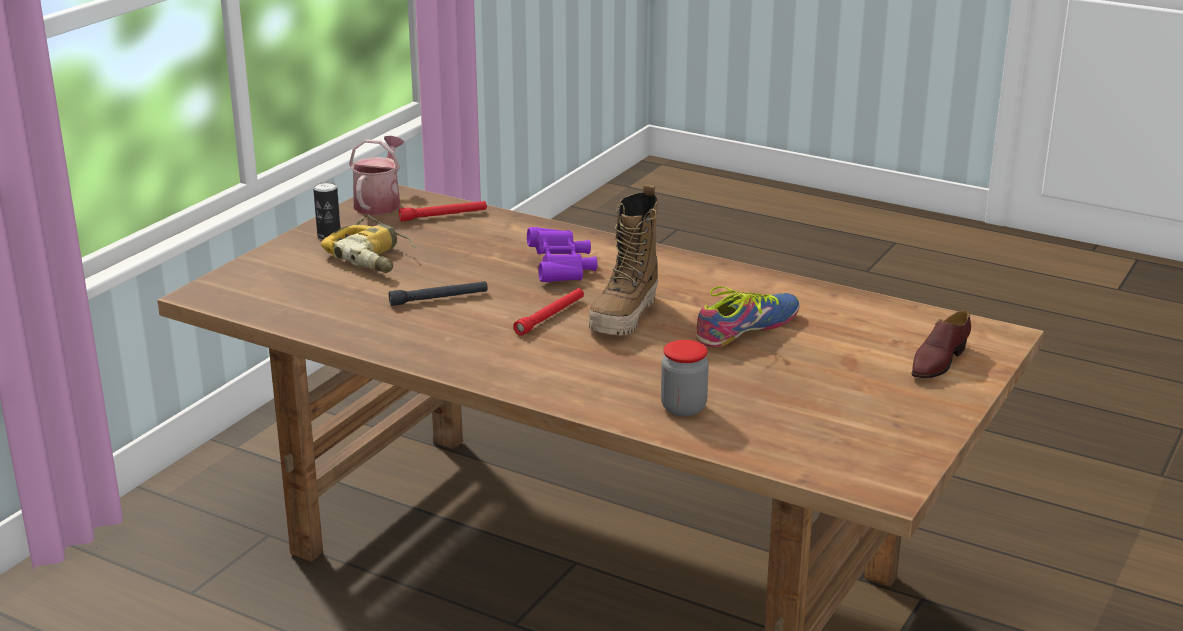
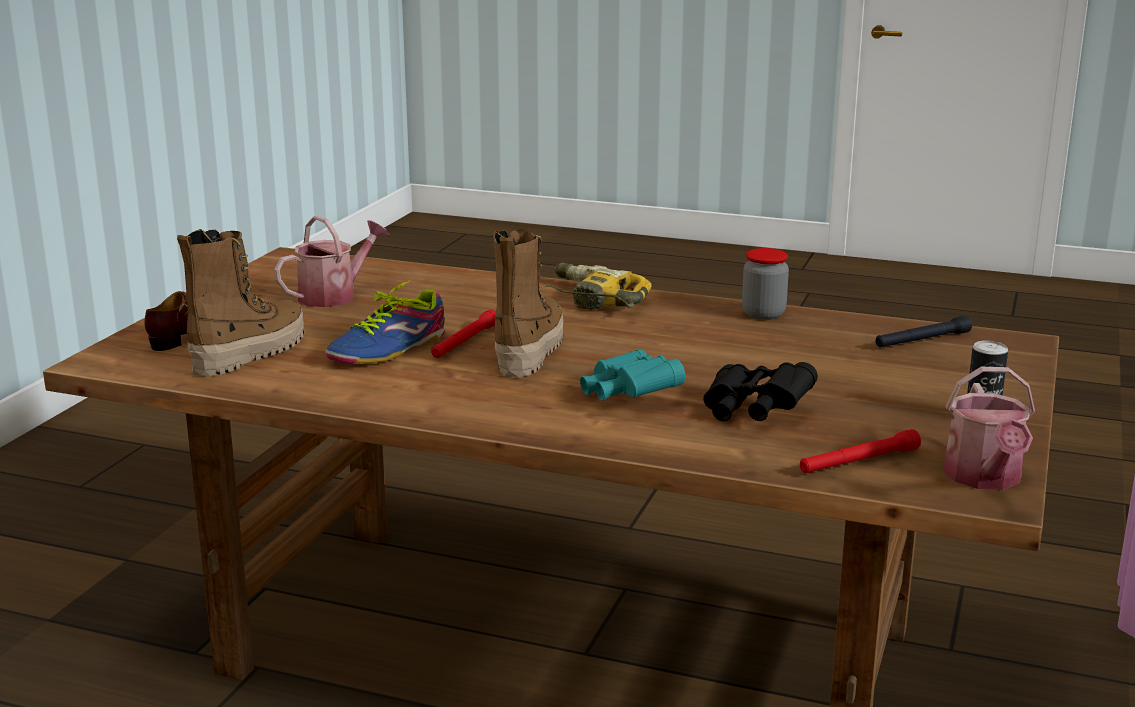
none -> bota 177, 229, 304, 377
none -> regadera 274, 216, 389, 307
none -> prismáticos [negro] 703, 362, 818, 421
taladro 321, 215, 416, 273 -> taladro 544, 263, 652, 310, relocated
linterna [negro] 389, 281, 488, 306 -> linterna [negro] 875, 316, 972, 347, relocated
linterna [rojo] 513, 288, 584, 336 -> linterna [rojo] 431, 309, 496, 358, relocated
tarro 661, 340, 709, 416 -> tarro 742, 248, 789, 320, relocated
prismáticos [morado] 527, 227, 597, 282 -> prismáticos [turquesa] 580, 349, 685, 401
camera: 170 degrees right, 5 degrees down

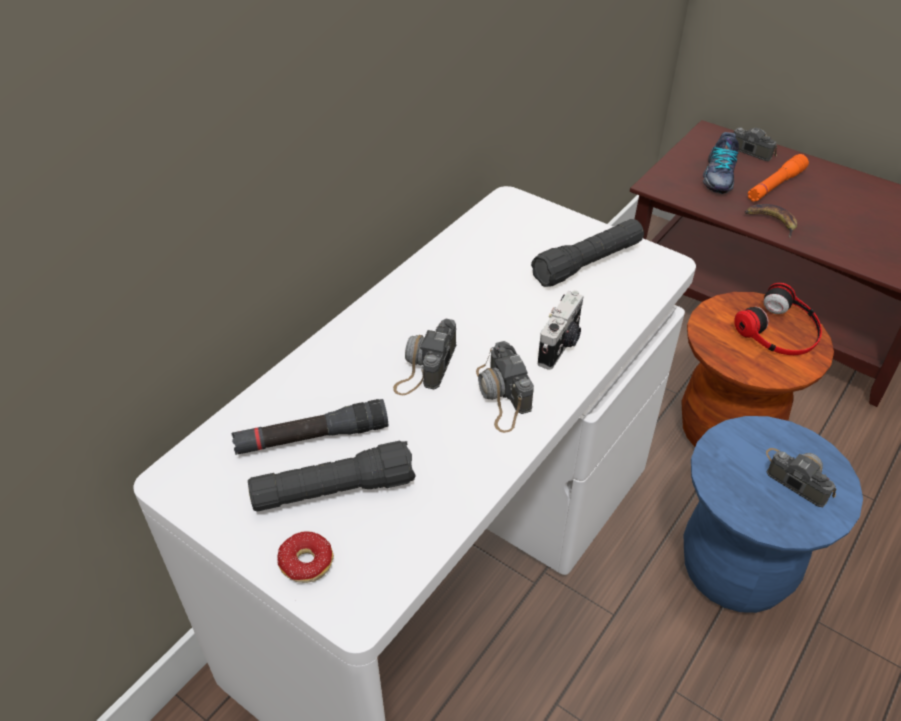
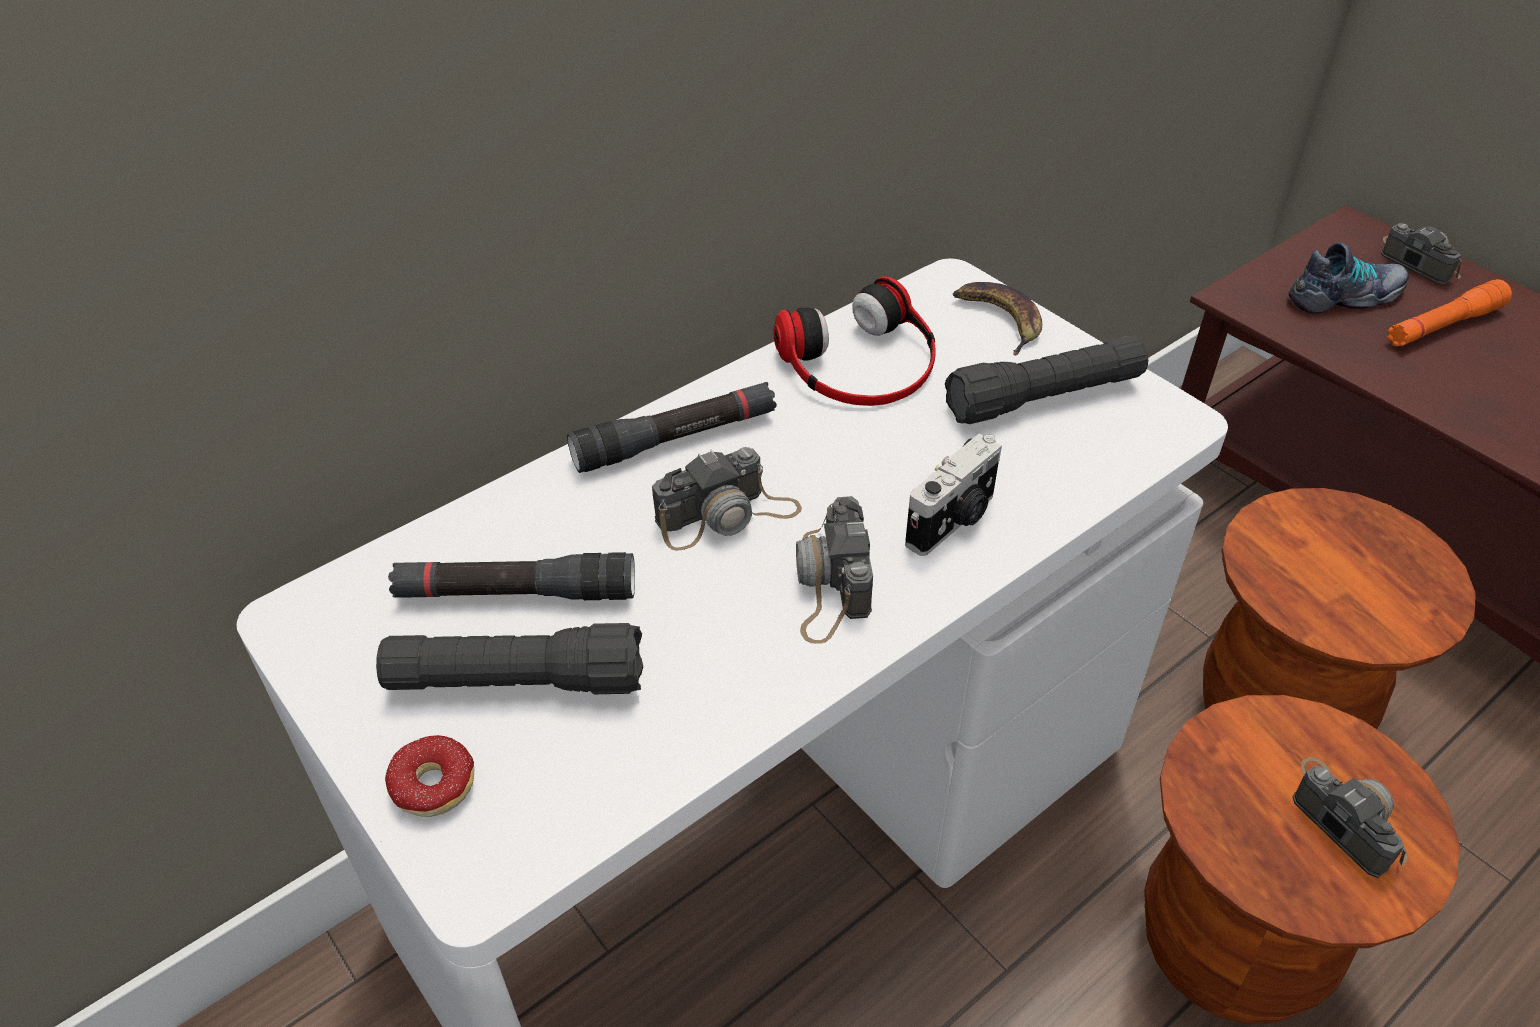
none -> linterna [negro] 567, 382, 777, 473
auriculares 734, 283, 822, 355 -> auriculares 773, 276, 936, 406, relocated
plátano 745, 204, 797, 238 -> plátano 953, 282, 1042, 355, relocated
taburete [azul] 684, 416, 863, 613 -> taburete [marrón] 1144, 695, 1459, 1024
cámara 393, 319, 456, 395 -> cámara 652, 447, 802, 551, 150 degrees counterclockwise
zapato 703, 132, 739, 194 -> zapato 1288, 242, 1409, 314, 135 degrees counterclockwise
camera: 15 degrees right, 0 degrees up

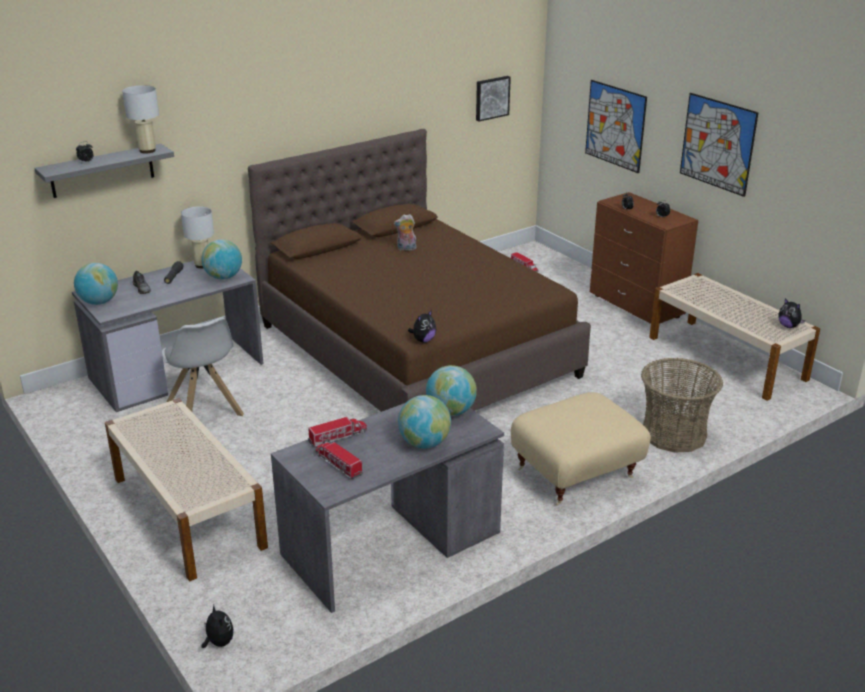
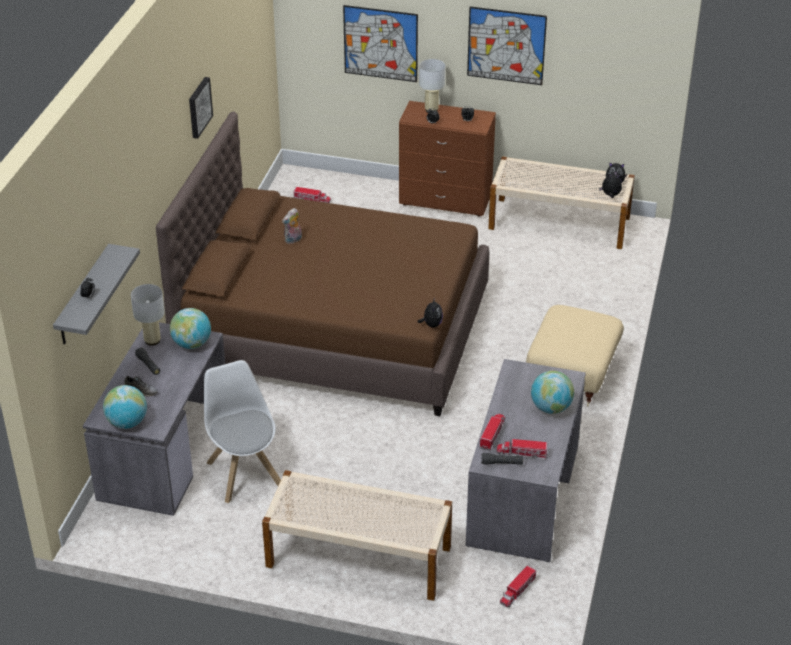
globo terráqueo 426, 365, 477, 416 -> none
cesta 641, 358, 723, 453 -> none
none -> linterna [negro] 481, 453, 523, 465
none -> camión de juguete 500, 565, 536, 607
lámpara de mesa [blanco] 122, 85, 159, 153 -> lámpara de mesa [blanco] 419, 59, 445, 113, relocated
peluche 202, 605, 234, 648 -> peluche 599, 172, 622, 198, relocated
cuadro 476, 76, 511, 122 -> cuadro 189, 77, 213, 139, relocated
silla 162, 317, 244, 431 -> silla 204, 360, 281, 504, 135 degrees counterclockwise
camera: 40 degrees left, 10 degrees up

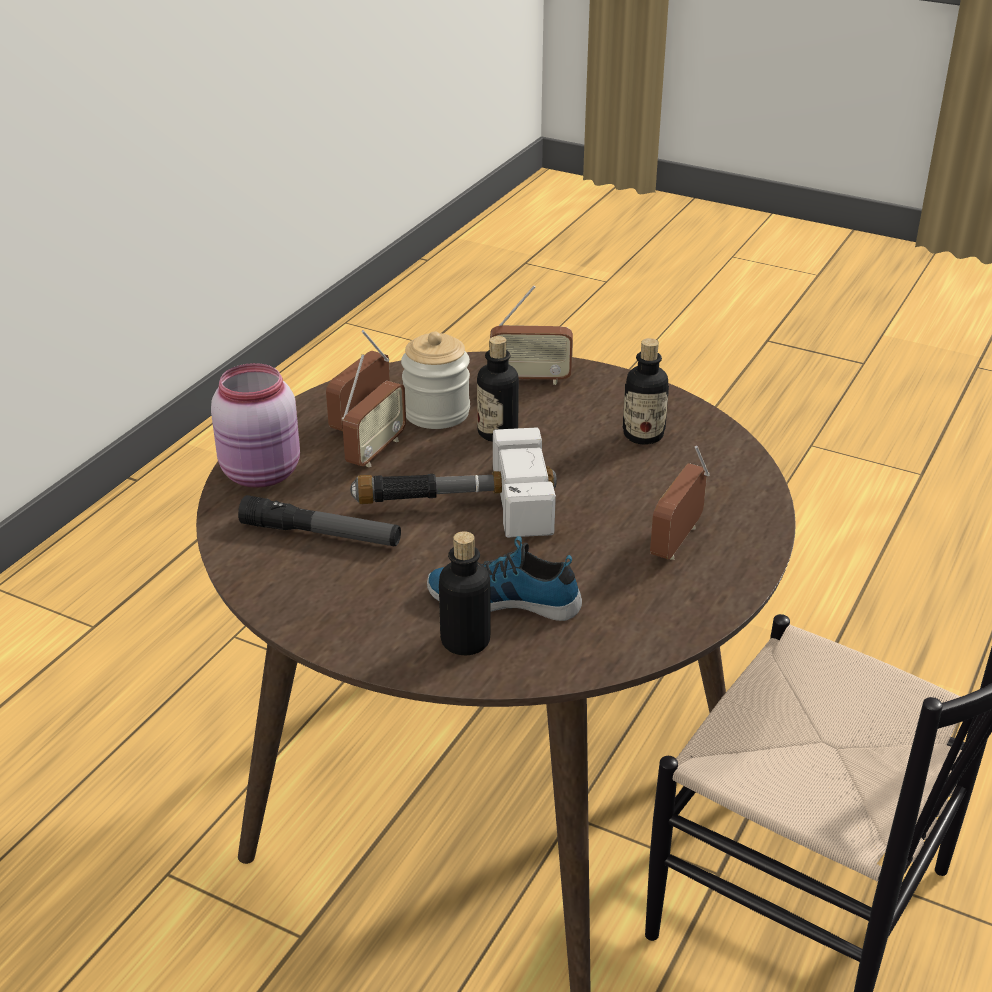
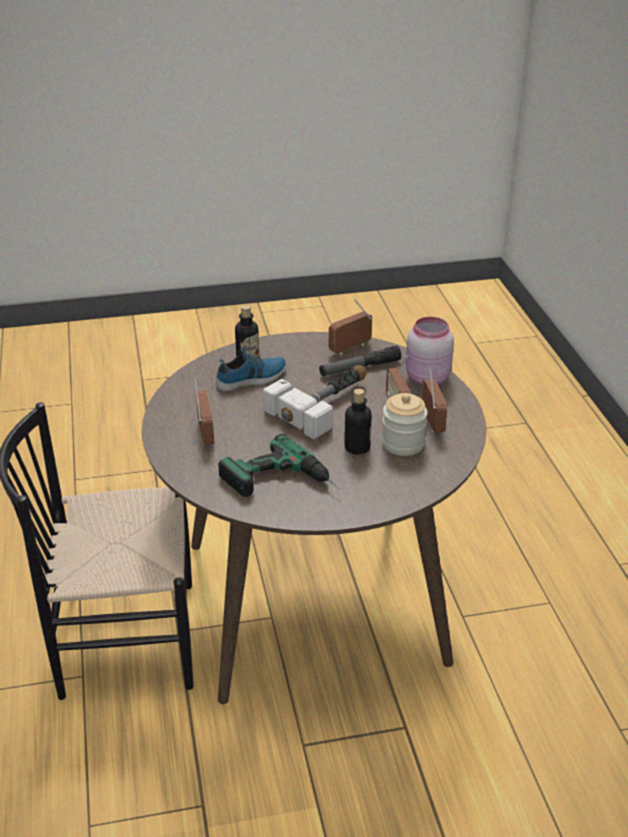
radio 490, 286, 573, 385 -> radio 329, 299, 372, 355, relocated
botella 622, 338, 669, 445 -> taladro 218, 434, 340, 497
camera: 140 degrees right, 0 degrees up

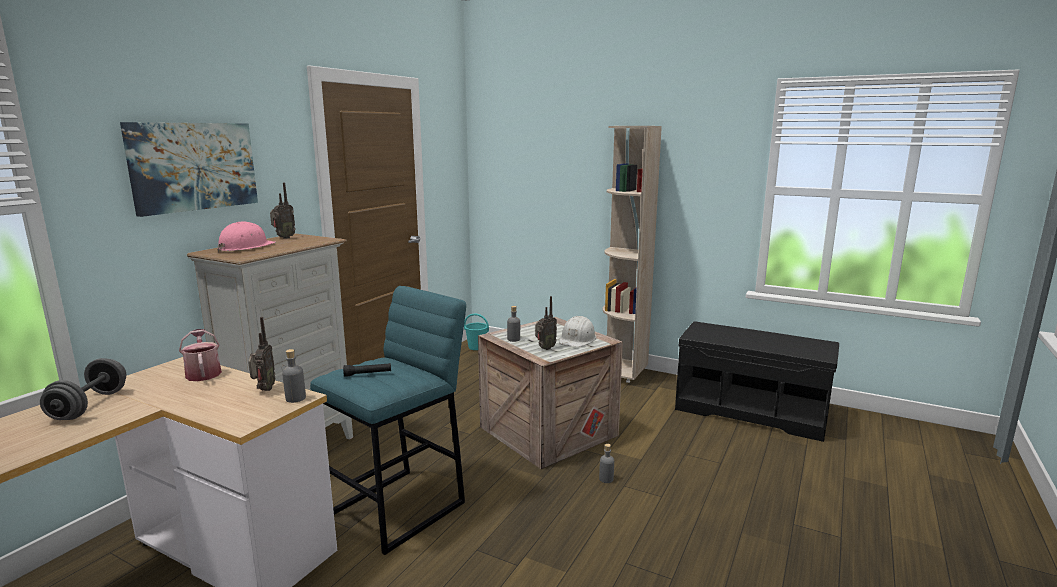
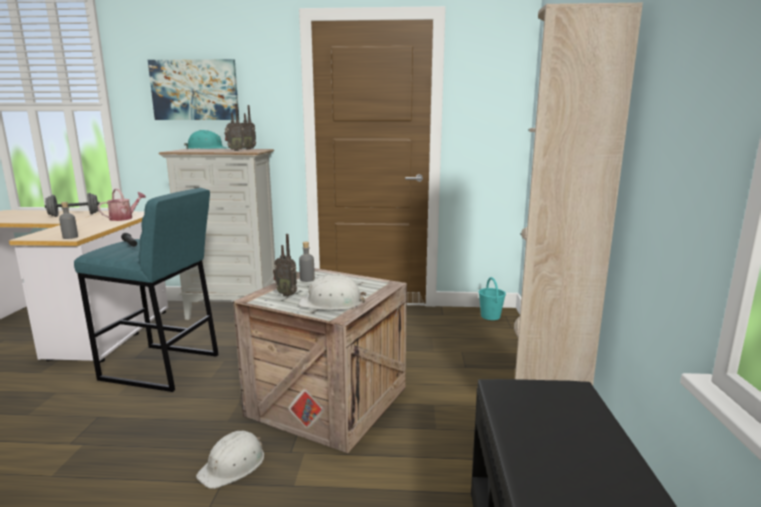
radio 248, 317, 275, 391 -> radio 224, 104, 245, 151, relocated
botella [gris] 599, 444, 614, 483 -> casco [blanco] 196, 431, 264, 489
casco [rosa] 217, 221, 276, 252 -> casco [turquesa] 184, 130, 228, 149
camera: 65 degrees right, 0 degrees up

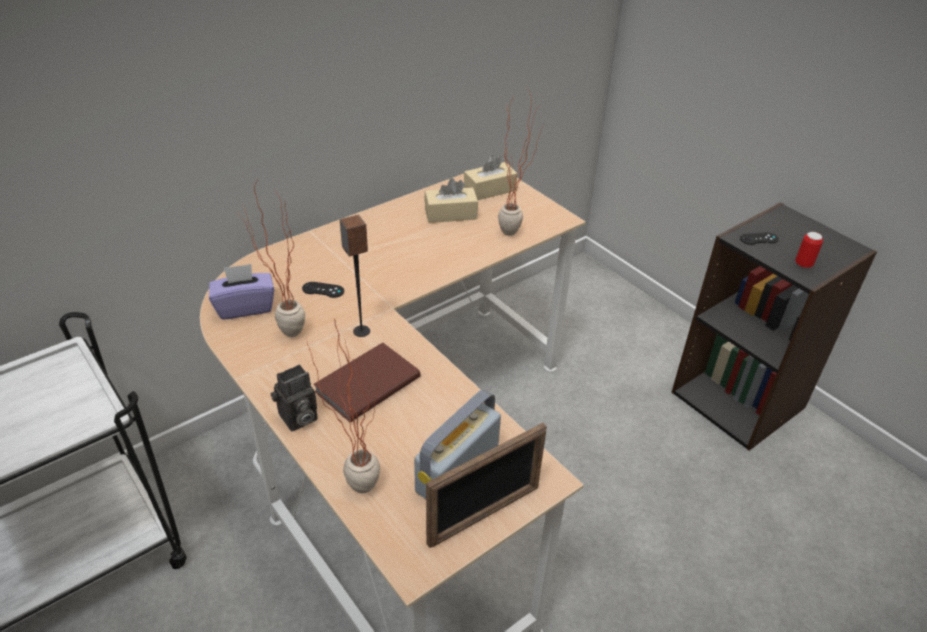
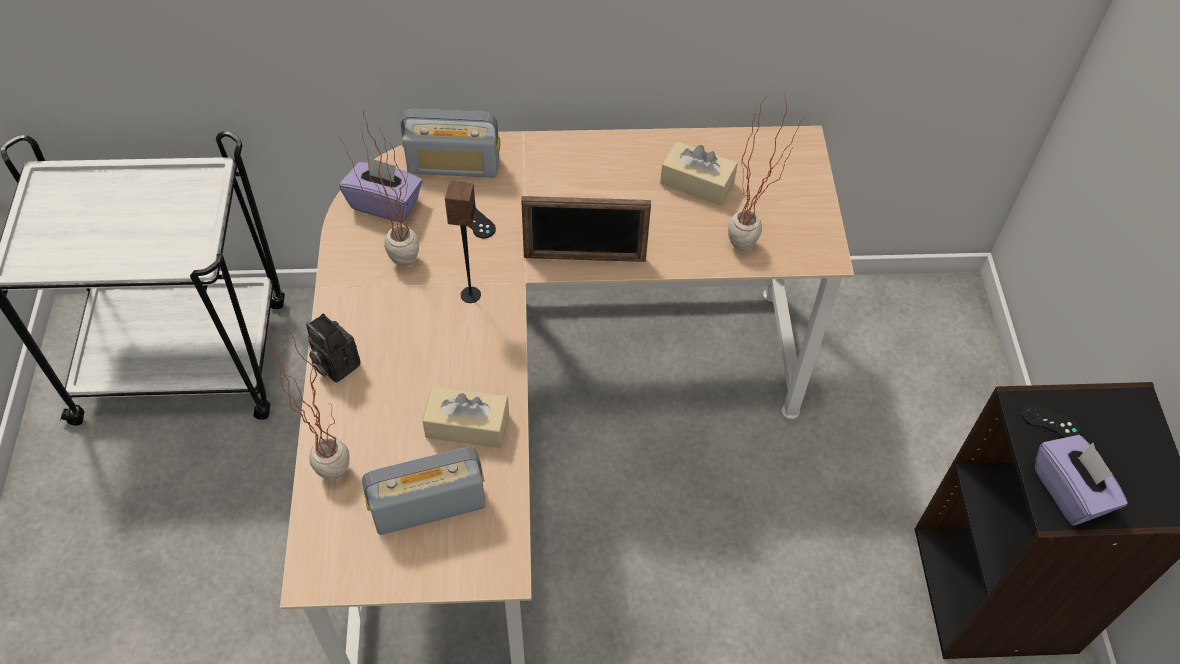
libro [marrón] 313, 342, 421, 422 -> none
none -> radio 401, 109, 500, 178
portarretratos 426, 423, 547, 548 -> portarretratos 521, 196, 651, 262, relocated
caja de pañuelos [beis] 464, 155, 517, 200 -> caja de pañuelos [beis] 422, 386, 509, 448, relocated
lata 795, 232, 823, 268 -> caja de pañuelos [morado] 1035, 435, 1128, 526
cámara 270, 364, 318, 431 -> cámara 306, 313, 361, 383, 45 degrees clockwise
camera: 35 degrees right, 15 degrees up

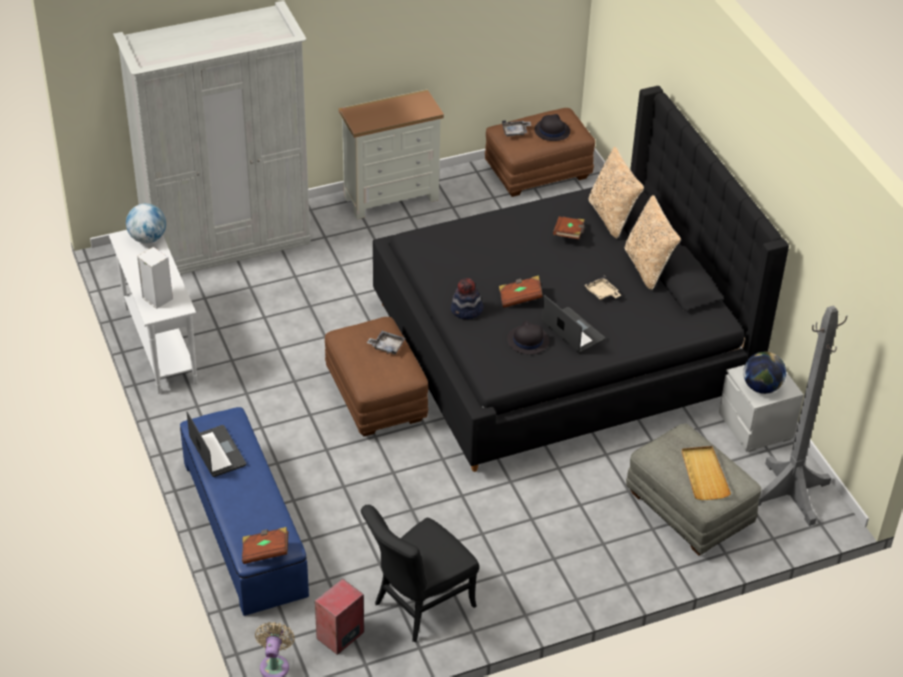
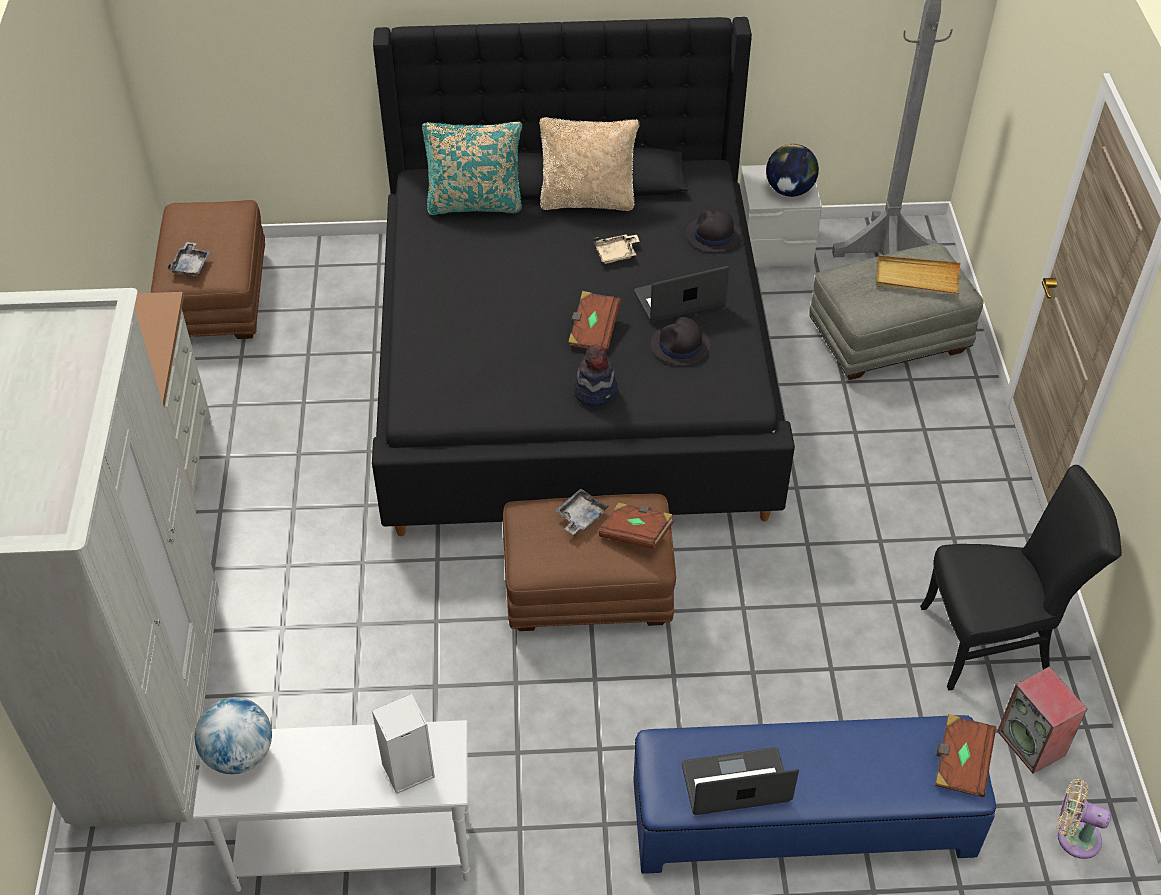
sombrero [negro] 535, 114, 570, 141 -> sombrero [negro] 686, 210, 741, 252, relocated
libro [marrón] 553, 216, 585, 240 -> libro [marrón] 599, 503, 674, 549, relocated
cojín [beis] 589, 147, 644, 238 -> cojín [turquesa] 422, 121, 523, 215
silla [negro] 361, 505, 479, 642 -> silla [negro] 920, 465, 1122, 690, 75 degrees counterclockwise
camera: 70 degrees left, 5 degrees up

